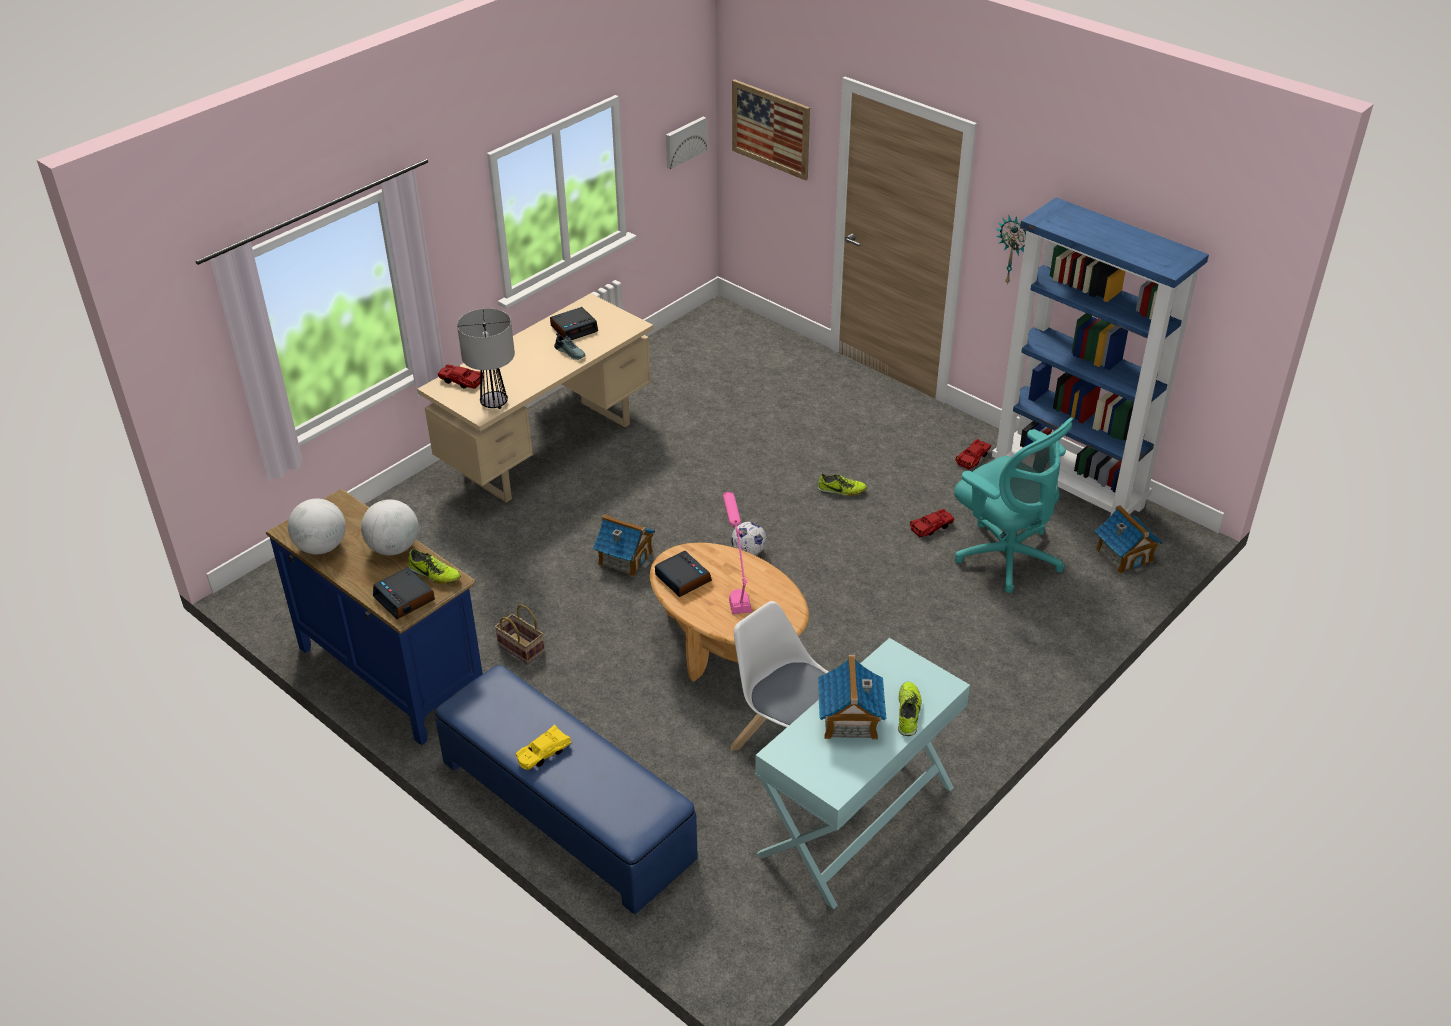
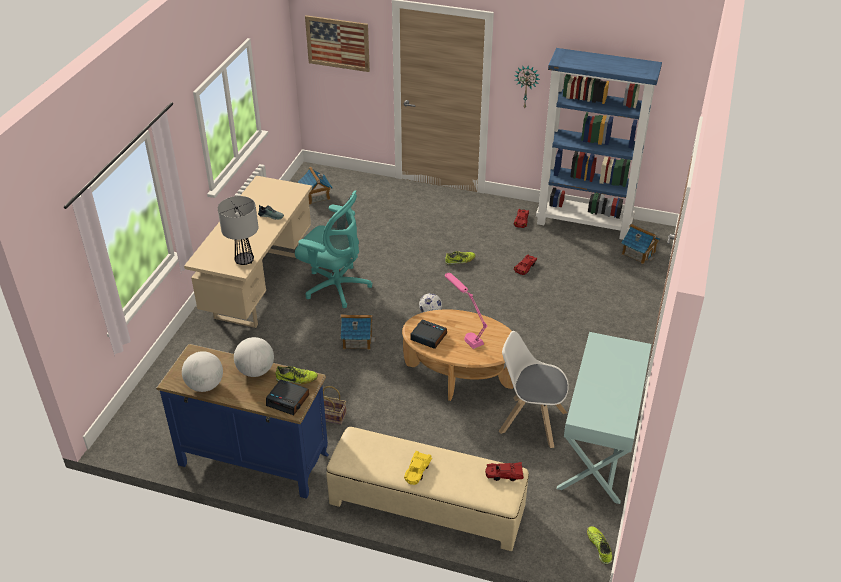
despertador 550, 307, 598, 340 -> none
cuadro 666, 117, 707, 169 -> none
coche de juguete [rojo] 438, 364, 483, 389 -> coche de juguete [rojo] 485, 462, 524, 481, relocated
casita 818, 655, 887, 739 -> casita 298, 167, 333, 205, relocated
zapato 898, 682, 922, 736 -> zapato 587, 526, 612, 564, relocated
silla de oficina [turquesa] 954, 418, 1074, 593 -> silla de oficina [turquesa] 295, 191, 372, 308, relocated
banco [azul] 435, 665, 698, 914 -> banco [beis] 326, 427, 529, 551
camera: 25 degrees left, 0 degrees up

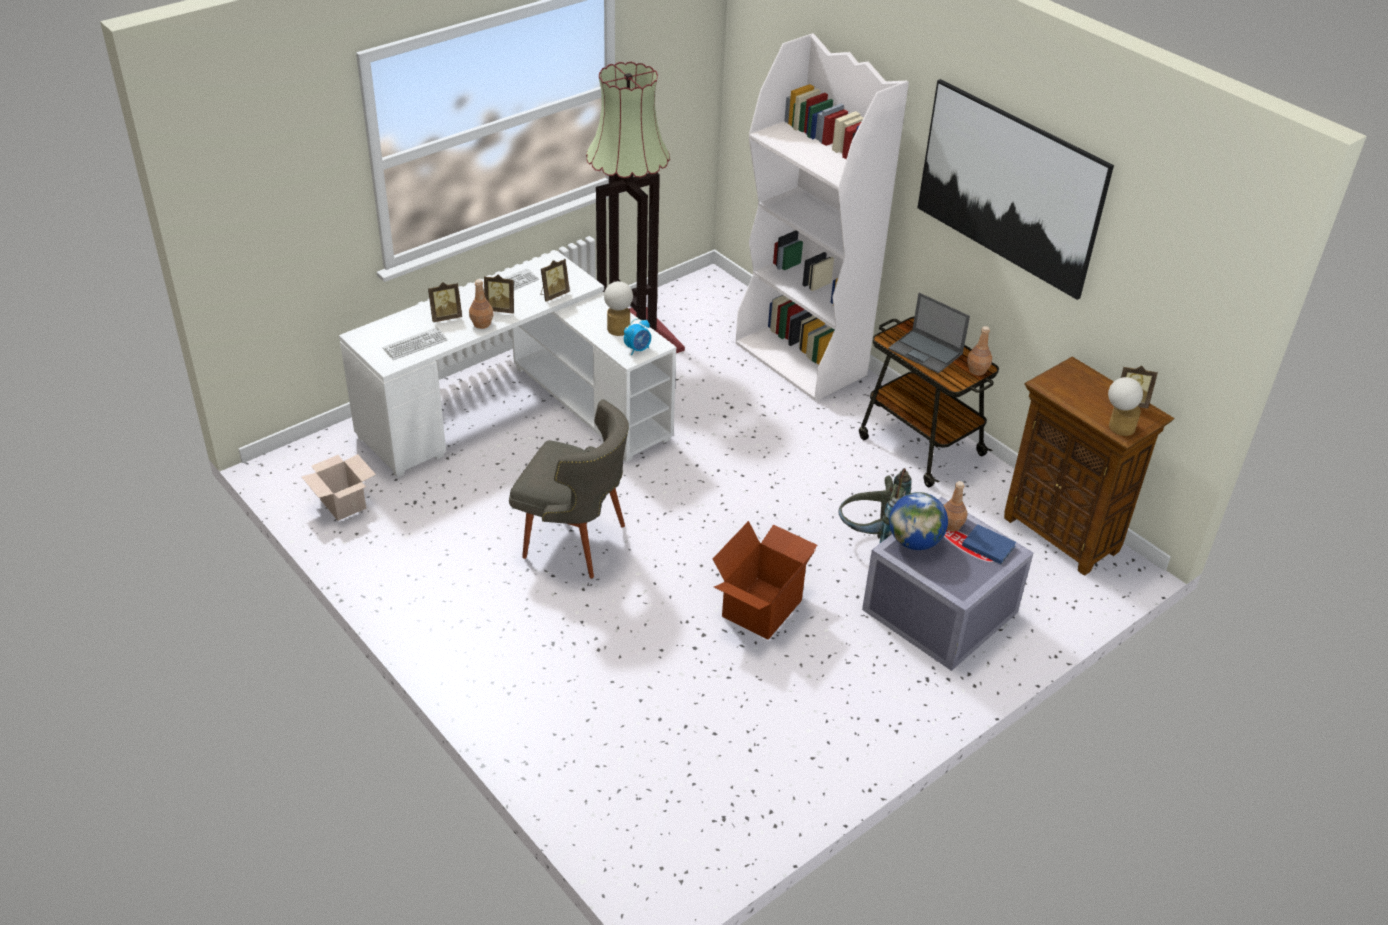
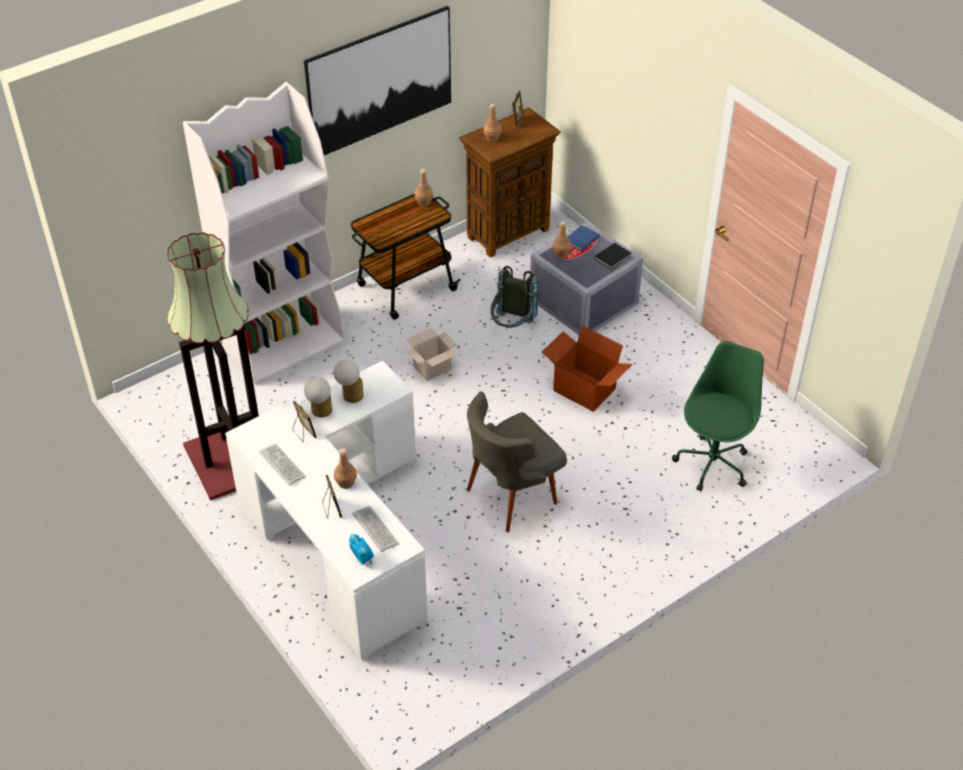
portarretratos 484, 274, 514, 313 -> none
portátil 888, 293, 970, 374 -> none
globo terráqueo 889, 492, 948, 550 -> none
none -> botella [marrón] 483, 104, 502, 142
none -> libro [negro] 594, 243, 631, 269
none -> silla de oficina [verde] 672, 341, 764, 491
caja de cartón 301, 454, 376, 521 -> caja de cartón 406, 328, 457, 381, relocated
despertador 624, 319, 651, 355 -> despertador 349, 534, 374, 565, relocated
lámpara de mesa 1108, 377, 1143, 436 -> lámpara de mesa 304, 377, 332, 418, relocated
silla [gris] 509, 399, 629, 579 -> silla [gris] 467, 391, 567, 532, 150 degrees counterclockwise
camera: 85 degrees left, 5 degrees up

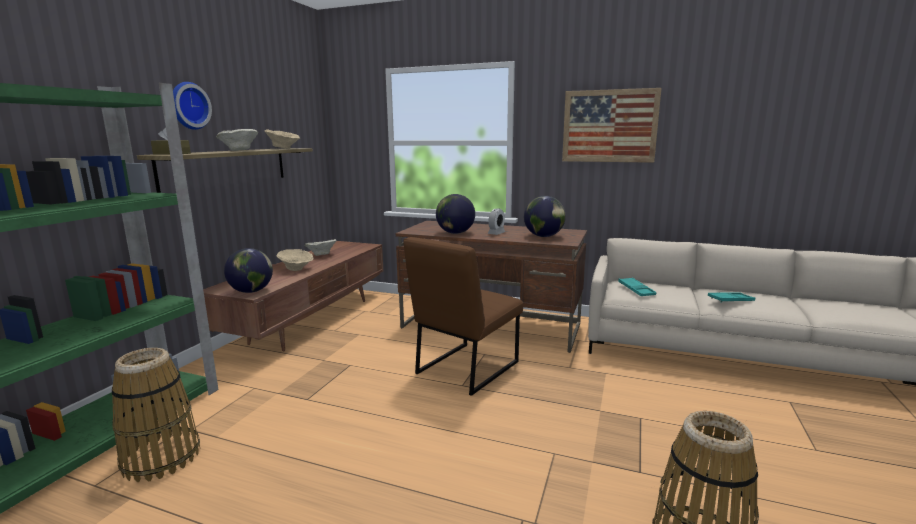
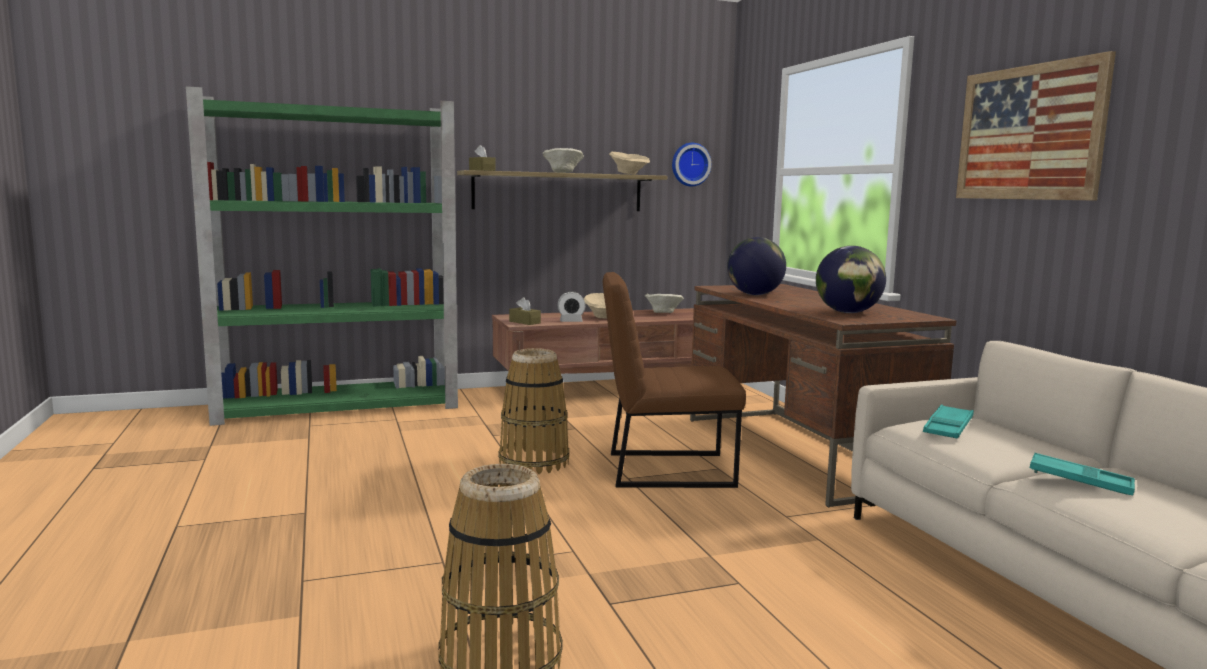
cesta 112, 348, 200, 482 -> cesta 499, 348, 569, 474, relocated
reloj de pared 173, 82, 212, 130 -> reloj de pared 672, 143, 711, 187, relocated
despertador 488, 208, 505, 235 -> despertador 558, 291, 585, 322, relocated
globo terráqueo 224, 248, 273, 293 -> caja de pañuelos [marrón] 509, 297, 541, 325
camera: 50 degrees right, 5 degrees down

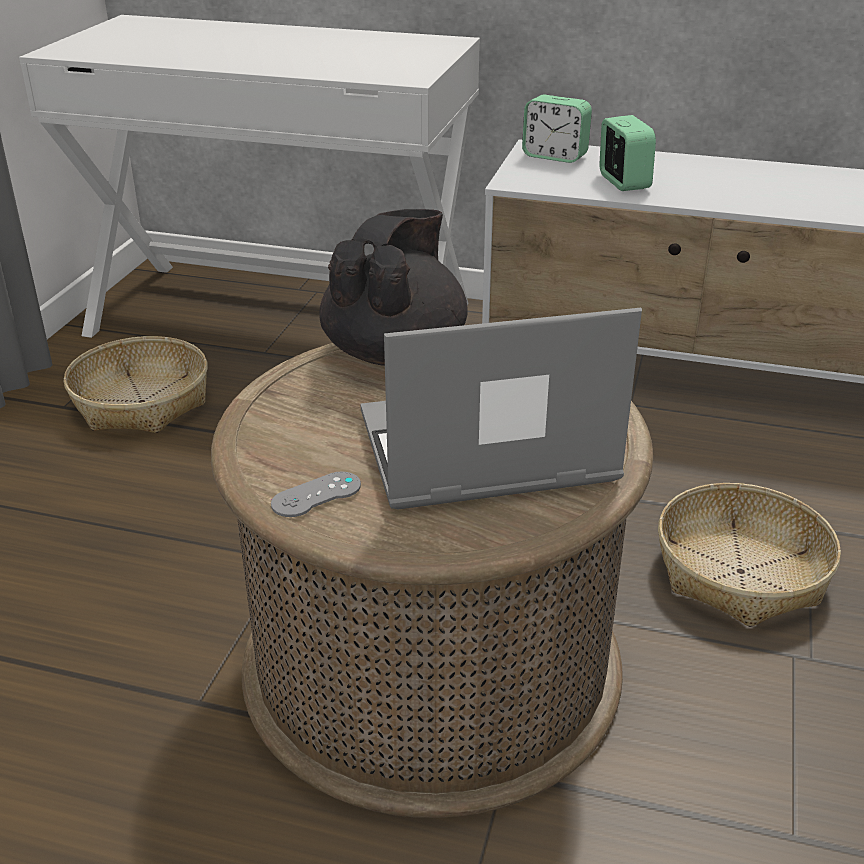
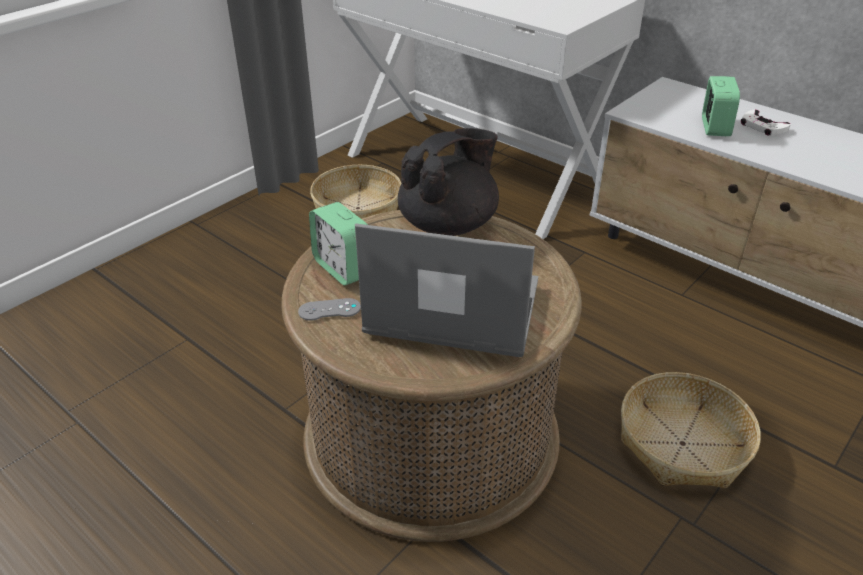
none -> mando de consola [blanco] 741, 110, 791, 135
despertador 522, 95, 592, 163 -> despertador 309, 202, 368, 286, relocated
camera: 25 degrees right, 5 degrees up

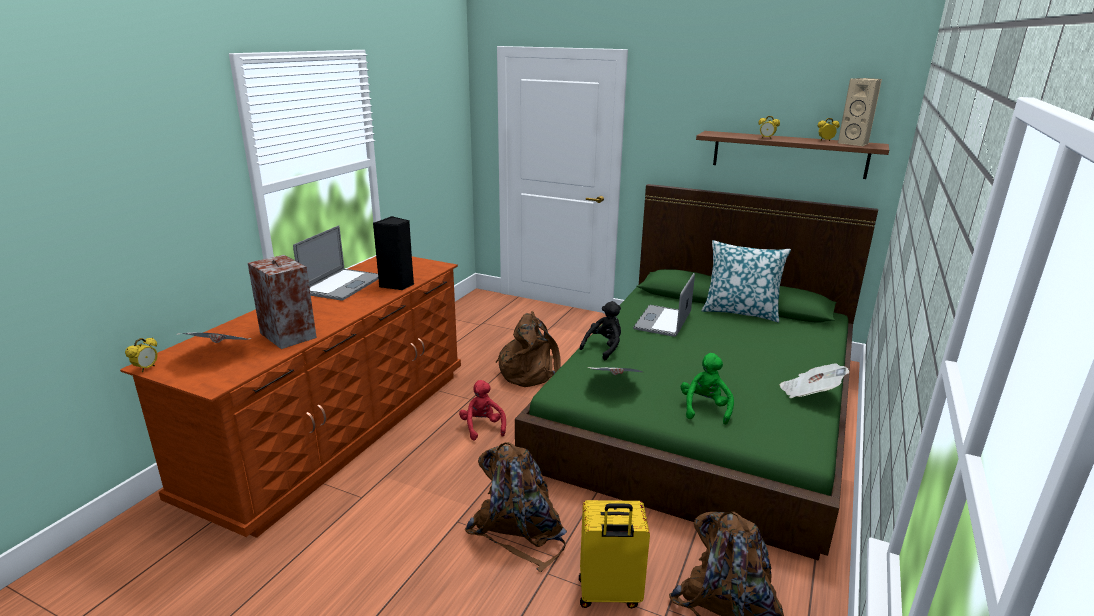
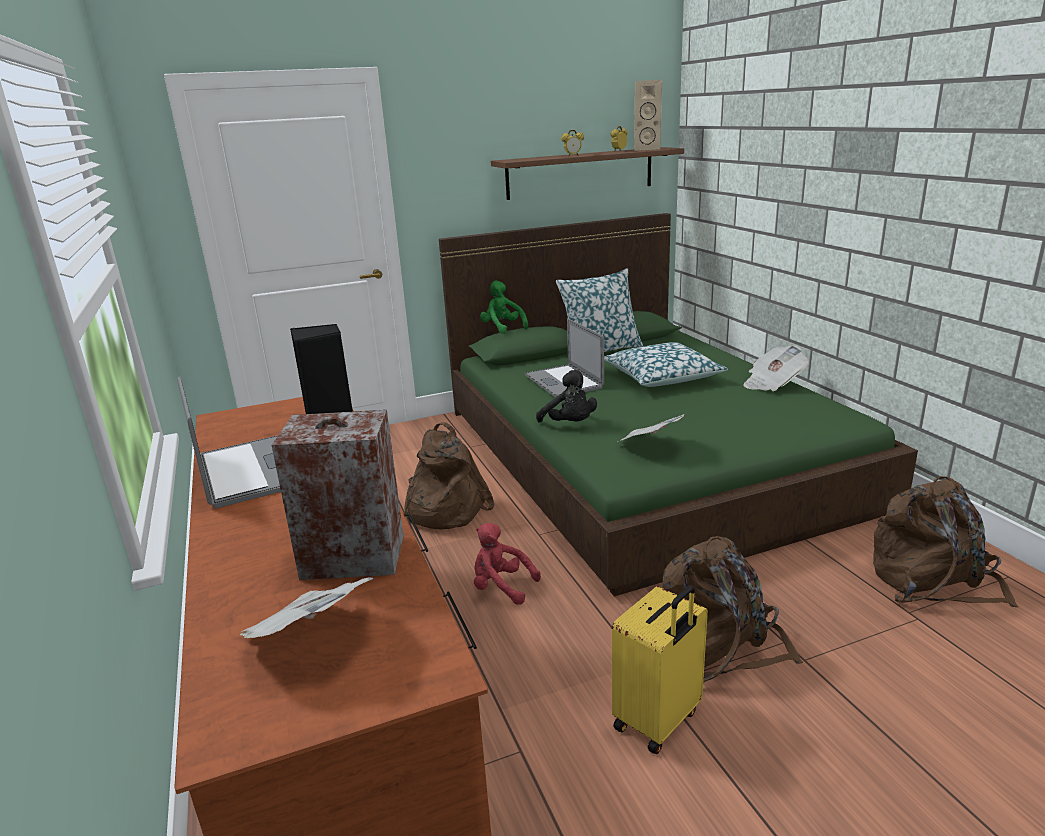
despertador 125, 338, 158, 372 -> none
none -> cojín 604, 342, 728, 387
maleta [amarillo] 579, 500, 650, 608 -> maleta [amarillo] 612, 585, 708, 755, relocated
peluche [verde] 681, 353, 734, 425 -> peluche [verde] 480, 280, 528, 334, relocated
peluche [negro] 579, 301, 621, 360 -> peluche [negro] 536, 370, 597, 423, 150 degrees clockwise
camera: 45 degrees left, 0 degrees up

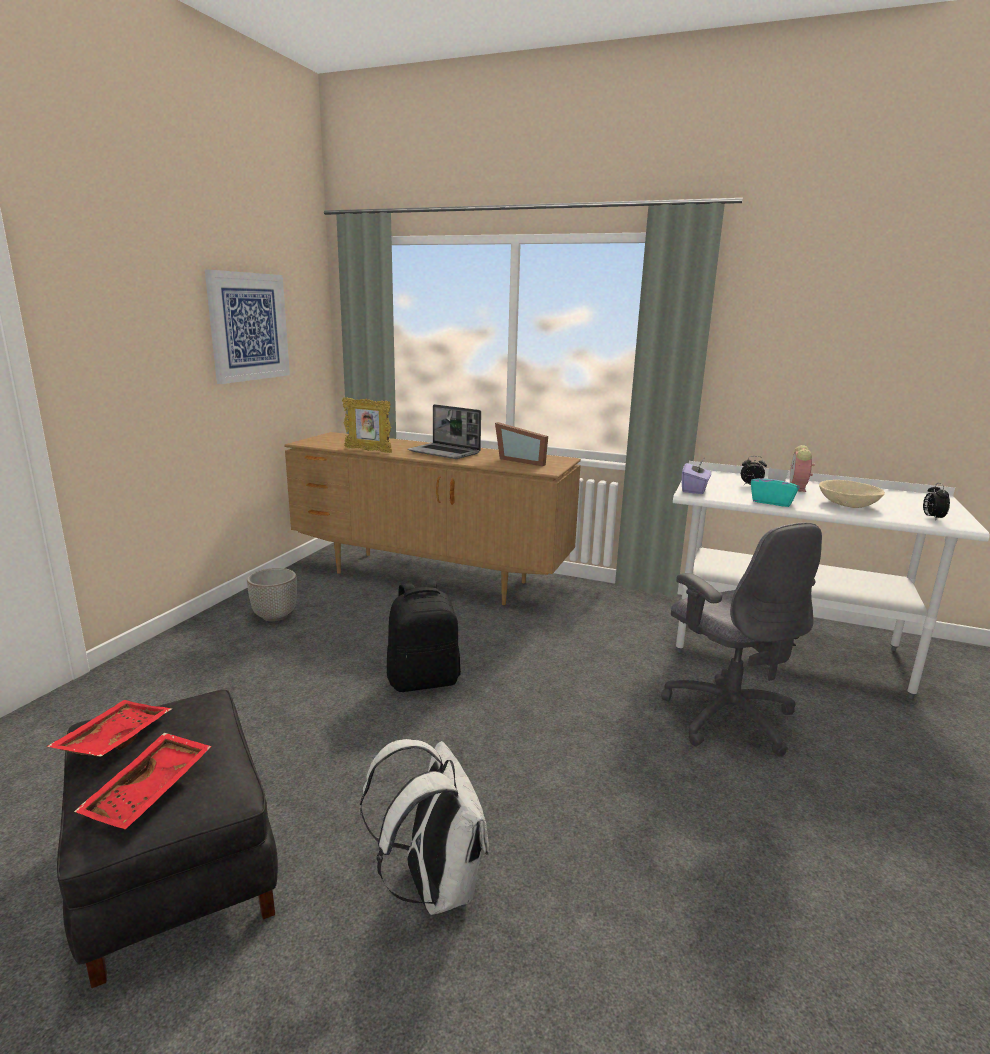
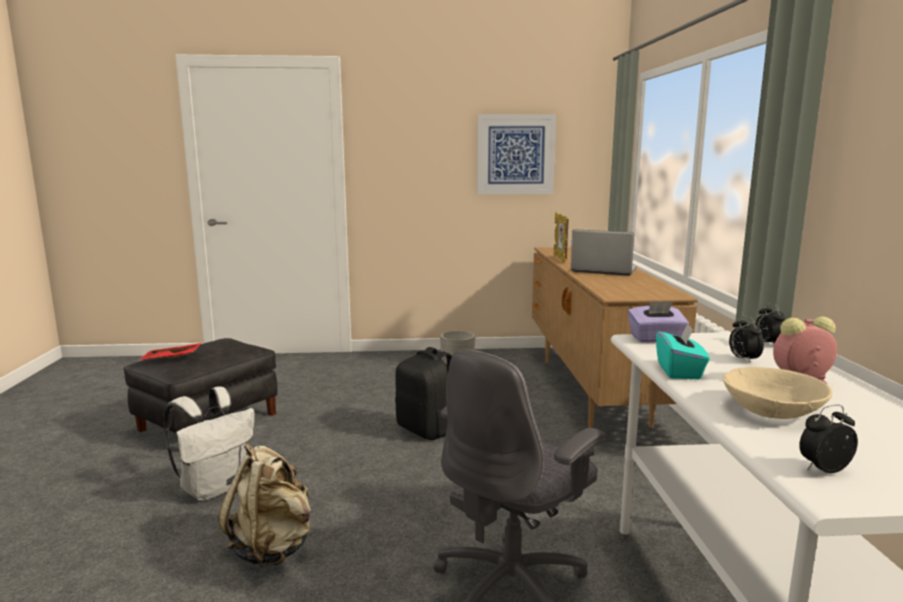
bandeja [rojo] 46, 700, 172, 757 -> none
portarretratos 495, 422, 548, 466 -> none
none -> mochila [beis] 219, 443, 311, 567
none -> despertador 756, 303, 785, 346
portátil 408, 404, 481, 459 -> portátil 571, 229, 637, 276, 105 degrees clockwise
camera: 65 degrees right, 5 degrees down

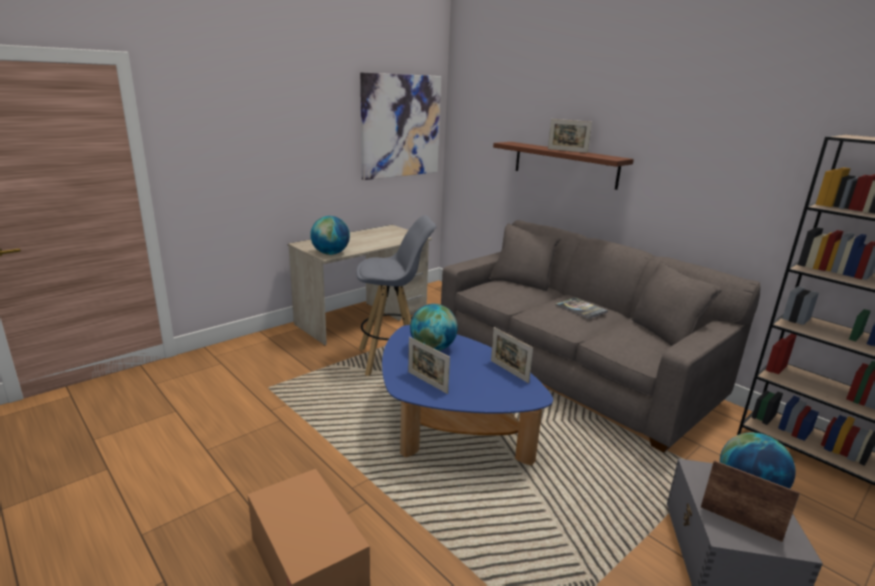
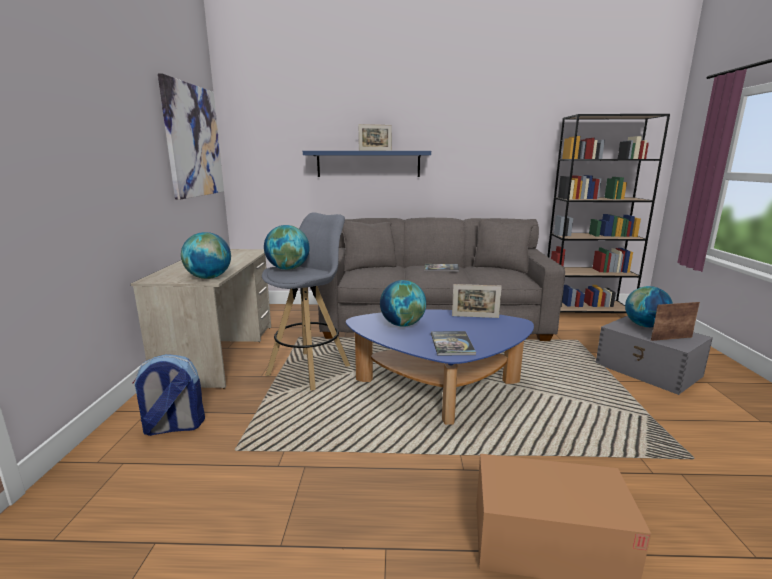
none -> mochila 132, 354, 205, 436
none -> globo terráqueo 264, 225, 310, 270
portarretratos 408, 337, 450, 394 -> libro 431, 331, 476, 356
estante [marrón] 493, 142, 634, 190 -> estante [azul] 303, 151, 431, 177
camera: 45 degrees left, 5 degrees down

